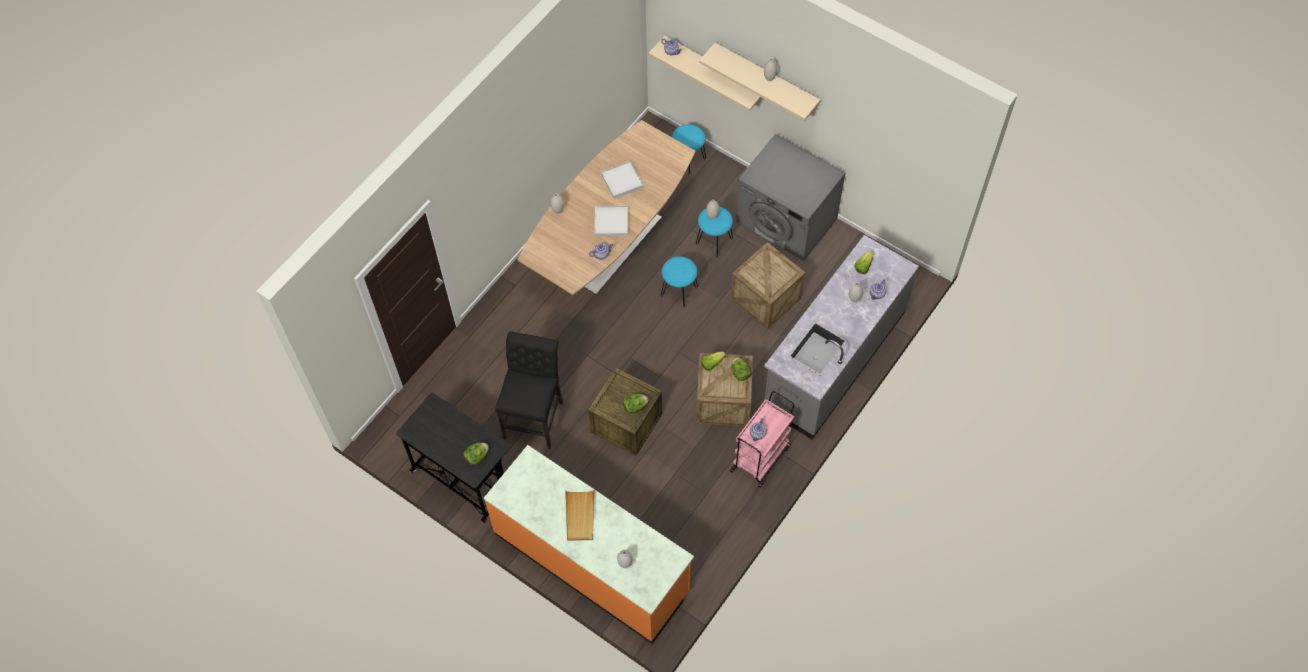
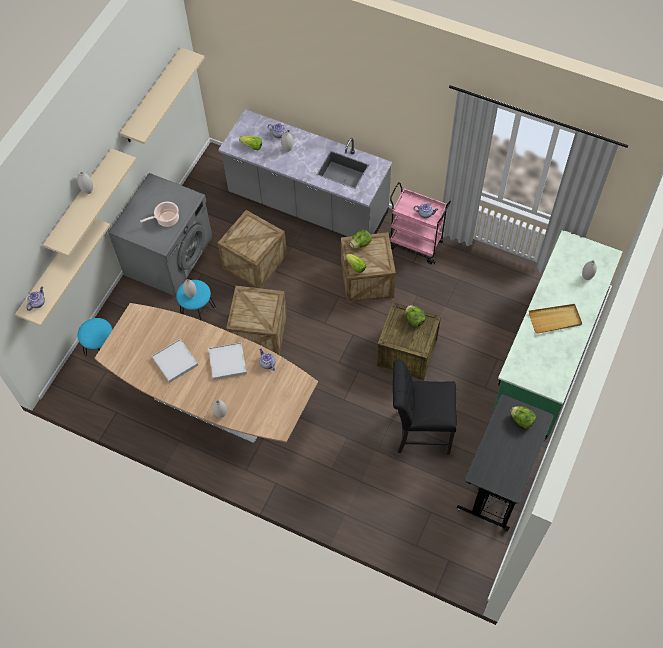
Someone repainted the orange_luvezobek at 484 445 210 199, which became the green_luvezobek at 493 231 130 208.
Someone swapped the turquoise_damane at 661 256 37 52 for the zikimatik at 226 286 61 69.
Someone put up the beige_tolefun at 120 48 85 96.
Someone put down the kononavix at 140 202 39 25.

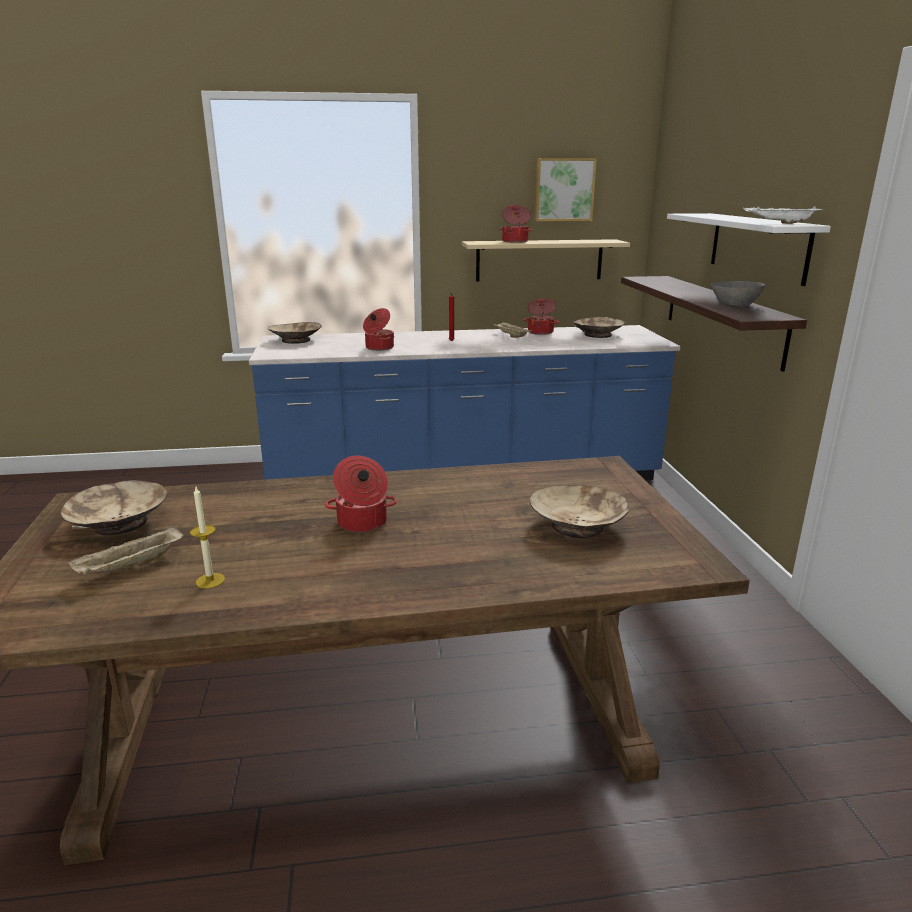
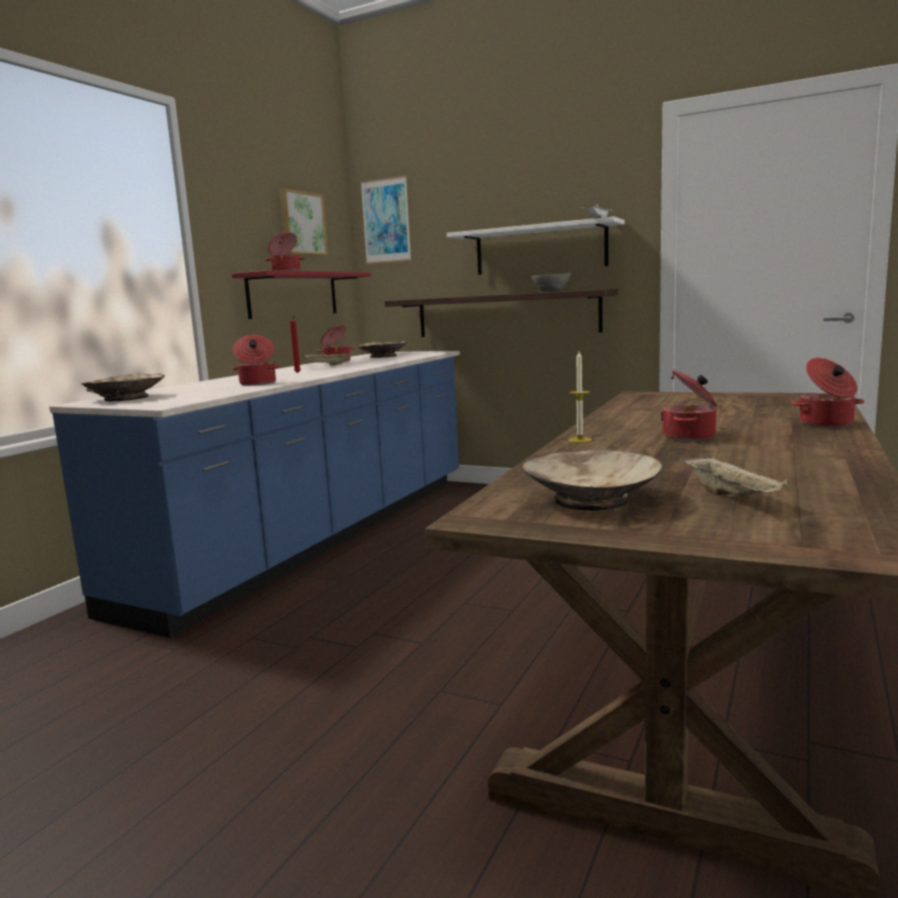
Someone carried the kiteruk from 190 487 35 102 to 568 351 24 92.
Someone repainted the beige_tolefun at 462 239 168 43, which became the red_tolefun at 232 270 139 49.
Someone took away the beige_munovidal at 530 485 99 53.
Someone put up the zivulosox at 360 176 51 88.
Someone put down the kononavix at 791 358 73 70.

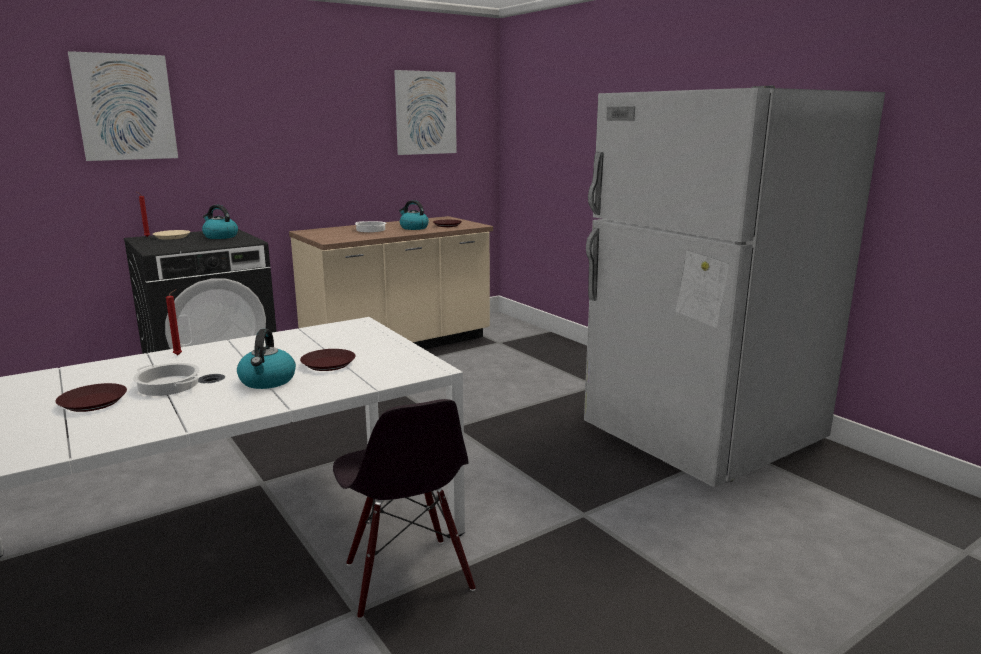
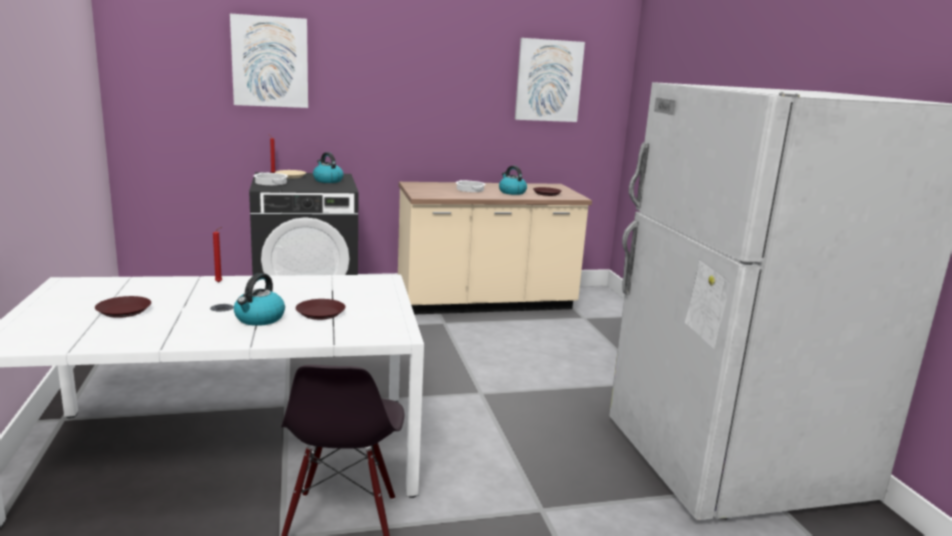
Someone carried the kononavix from 133 363 67 33 to 254 172 34 14.

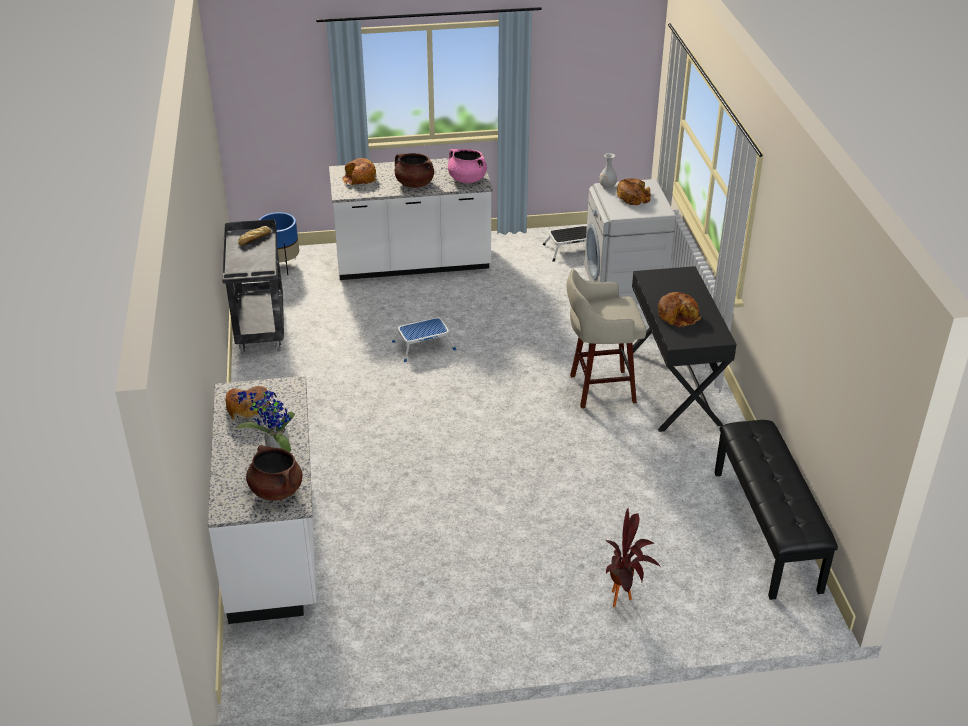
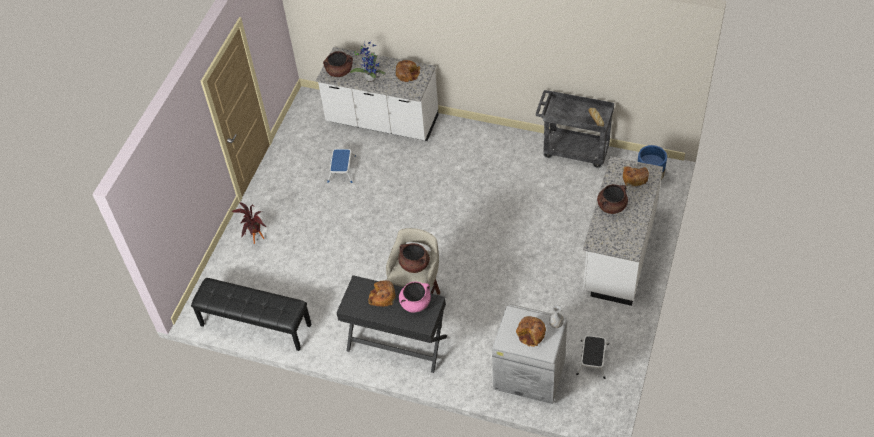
Someone carried the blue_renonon from 392 317 64 45 to 327 149 29 34.
Someone carried the pink_kononavix from 448 149 39 34 to 399 282 32 30.
Someone put down the brown_kononavix at 398 243 32 30.

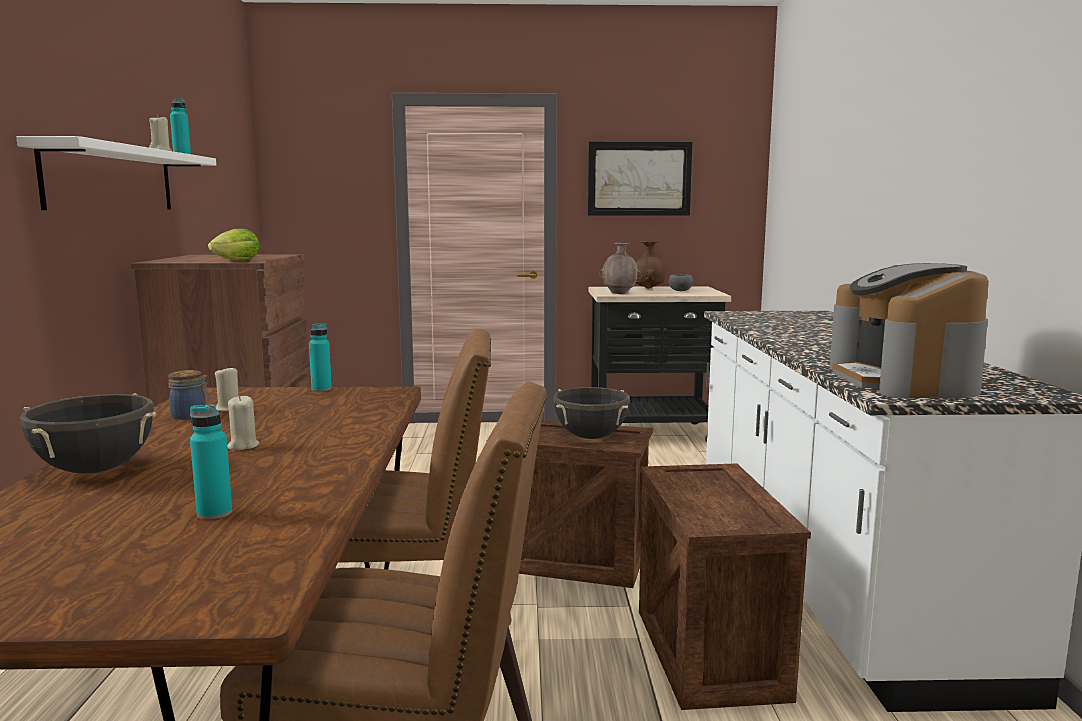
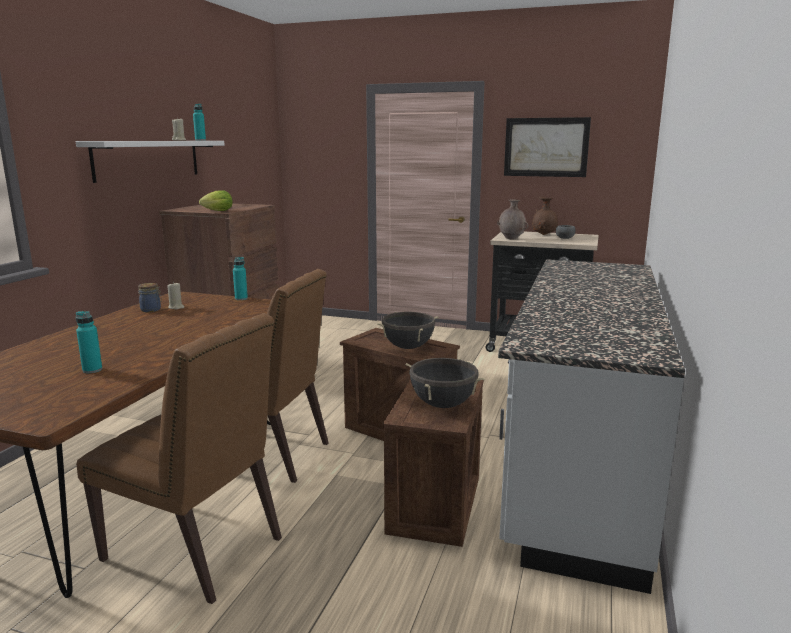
Someone carried the black_kononavix from 20 393 136 81 to 406 358 79 50.
Someone took away the beige_kiteruk at 227 395 32 55.
Someone took away the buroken at 830 263 159 135.

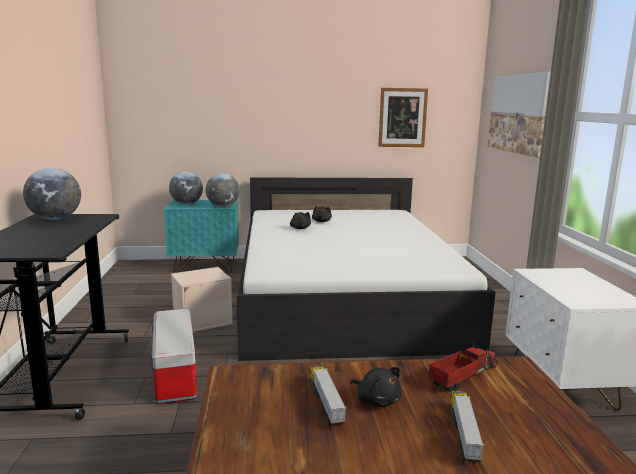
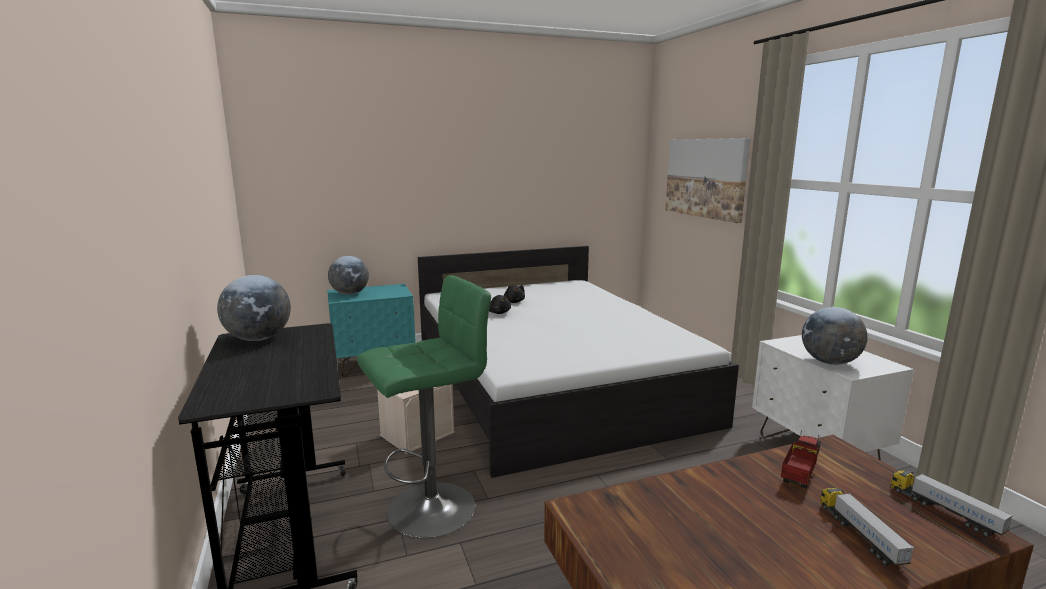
Someone swapped the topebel at 151 309 46 95 for the green_damane at 357 275 134 263.
Someone carried the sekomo from 206 173 34 34 to 802 307 66 58.
Someone carried the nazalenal from 309 365 37 61 to 890 470 123 67.
Someone took away the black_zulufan at 350 367 52 40.
Someone took away the zivulosox at 378 88 50 59.

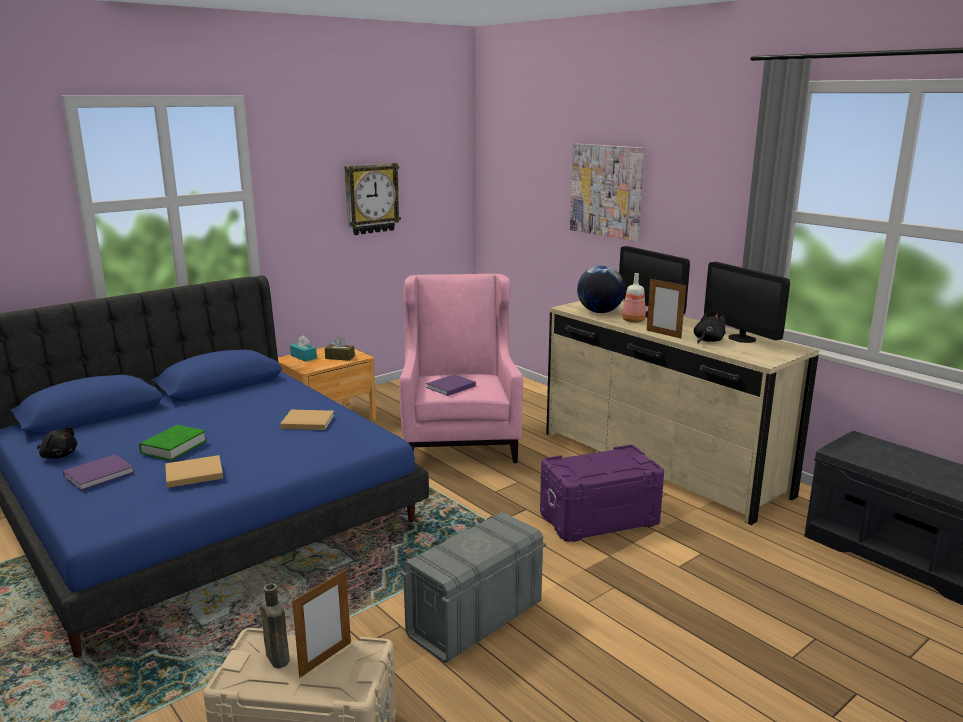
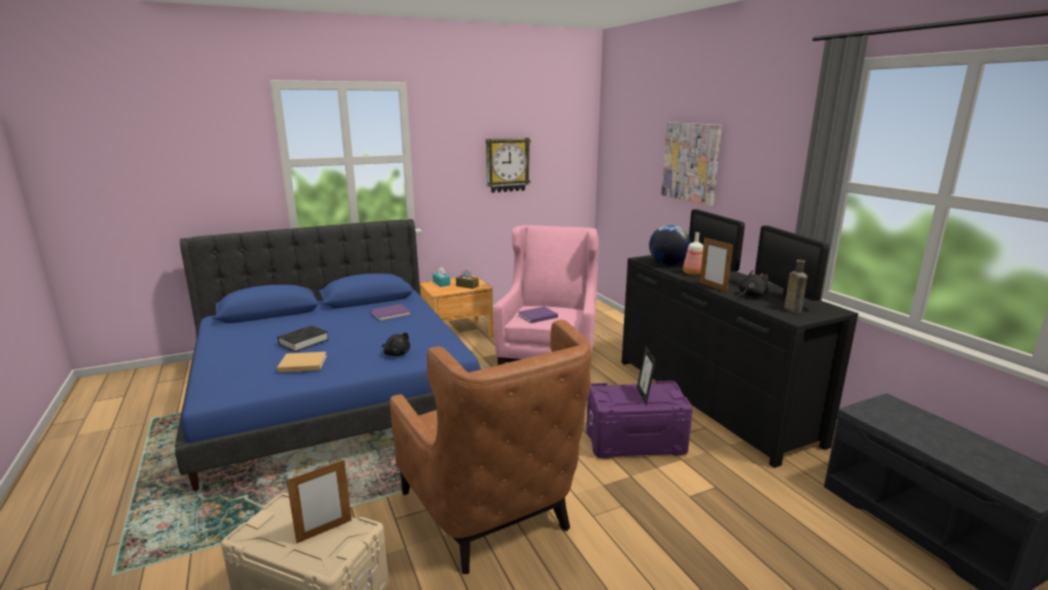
Someone carried the black_zulufan from 37 427 40 32 to 382 333 28 23.
Someone carried the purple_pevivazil from 63 454 71 36 to 371 304 40 17.
Someone repainted the green_pevivazil at 139 425 68 36, which became the black_pevivazil at 277 325 52 27.
Someone carried the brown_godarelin from 260 583 30 85 to 784 260 23 53.
Someone took away the beige_pevivazil at 280 410 54 20.
Someone swapped the grey_topebel at 400 512 146 151 for the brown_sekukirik at 390 320 202 254.
Someone repainted the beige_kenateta at 546 301 273 224, which became the black_kenateta at 622 255 236 213.
Someone put down the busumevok at 637 345 19 60.

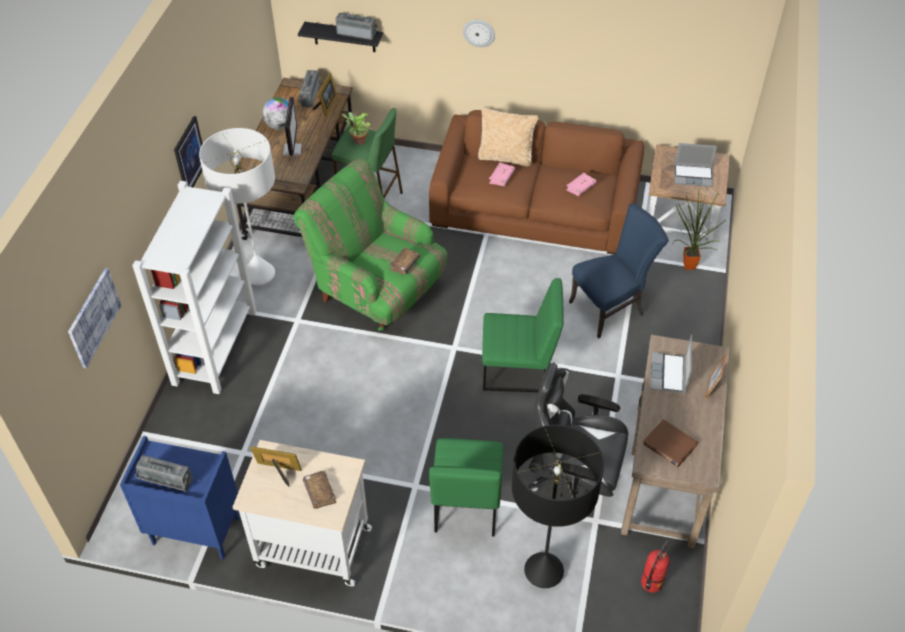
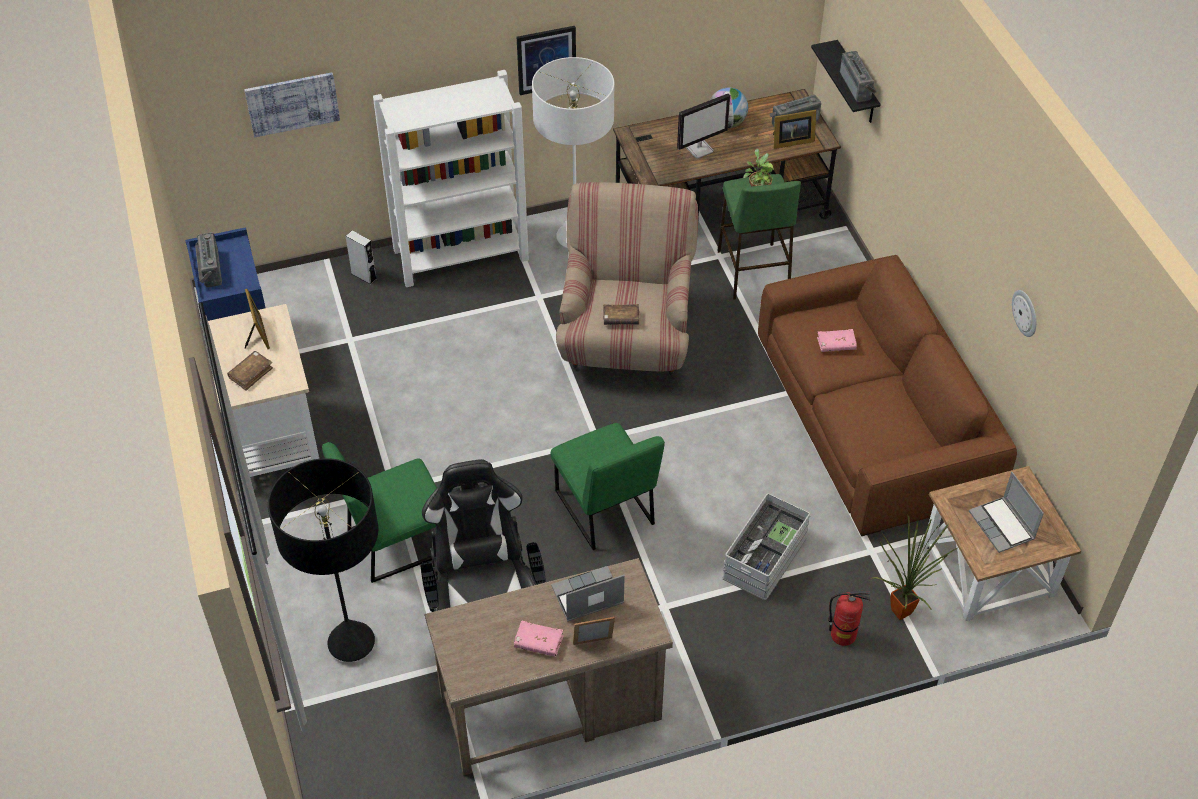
Someone repainted the green_sekukirik at 294 158 154 173, which became the beige_sekukirik at 556 182 142 193.
Someone carried the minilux from 463 20 32 27 to 1012 290 25 47.
Someone took away the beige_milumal at 478 108 61 58.
Someone carried the pink_pevivazil from 566 173 30 23 to 514 621 50 36.
Someone swapped the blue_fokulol at 569 203 100 136 for the grey_topebel at 723 493 87 107.
Someone carried the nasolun from 641 540 29 53 to 829 591 42 55.
Someone took away the brown_pevivazil at 643 419 55 48.
Someone put down the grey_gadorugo at 346 231 31 54.

